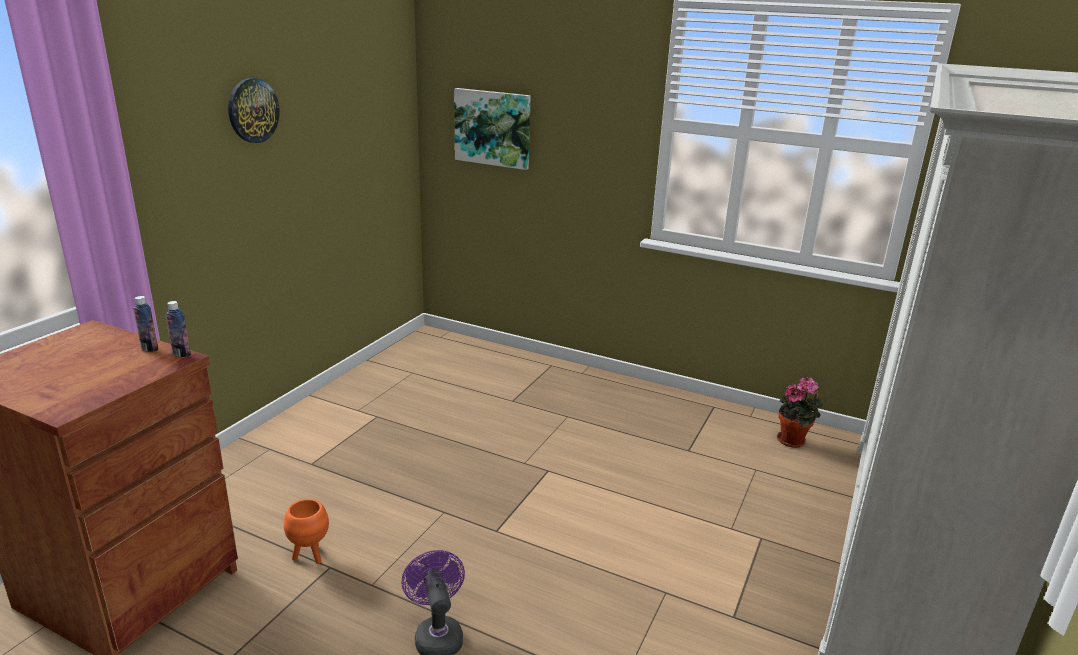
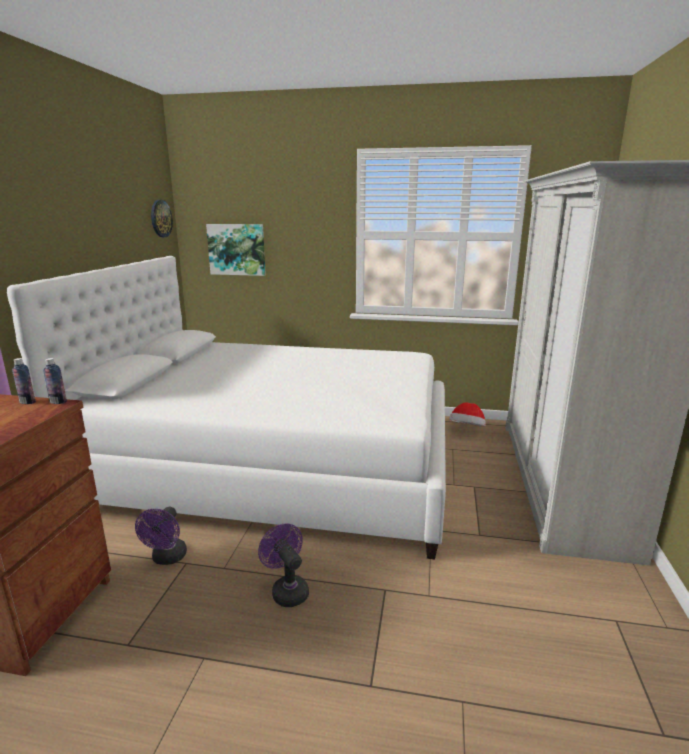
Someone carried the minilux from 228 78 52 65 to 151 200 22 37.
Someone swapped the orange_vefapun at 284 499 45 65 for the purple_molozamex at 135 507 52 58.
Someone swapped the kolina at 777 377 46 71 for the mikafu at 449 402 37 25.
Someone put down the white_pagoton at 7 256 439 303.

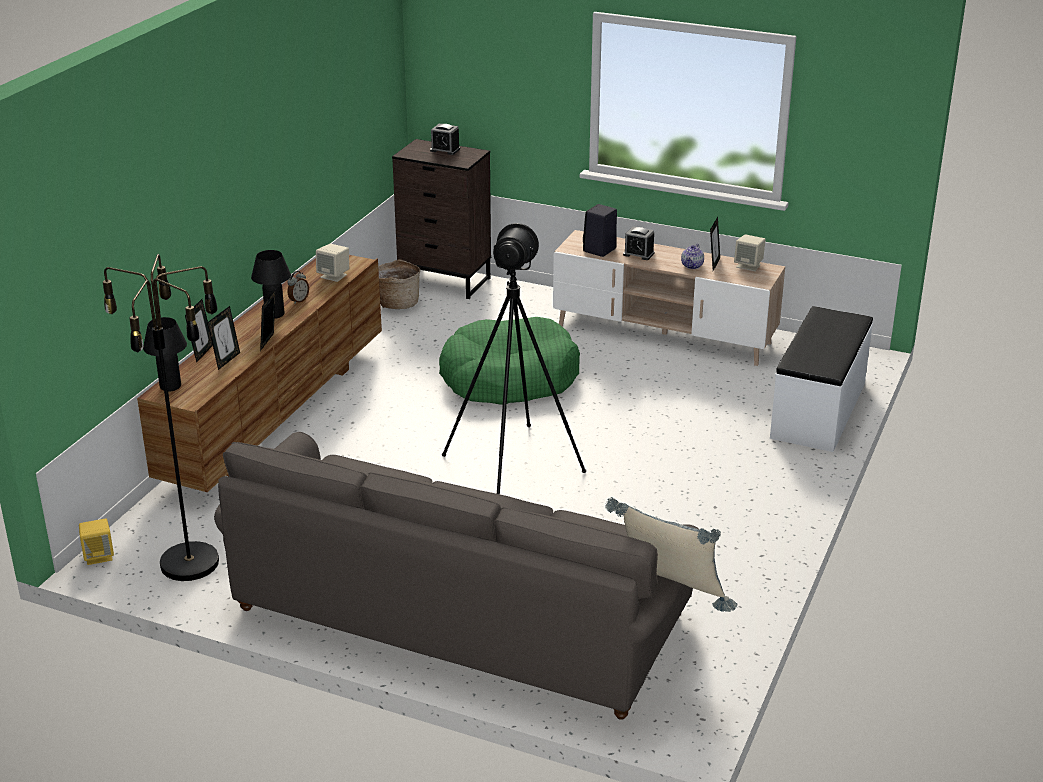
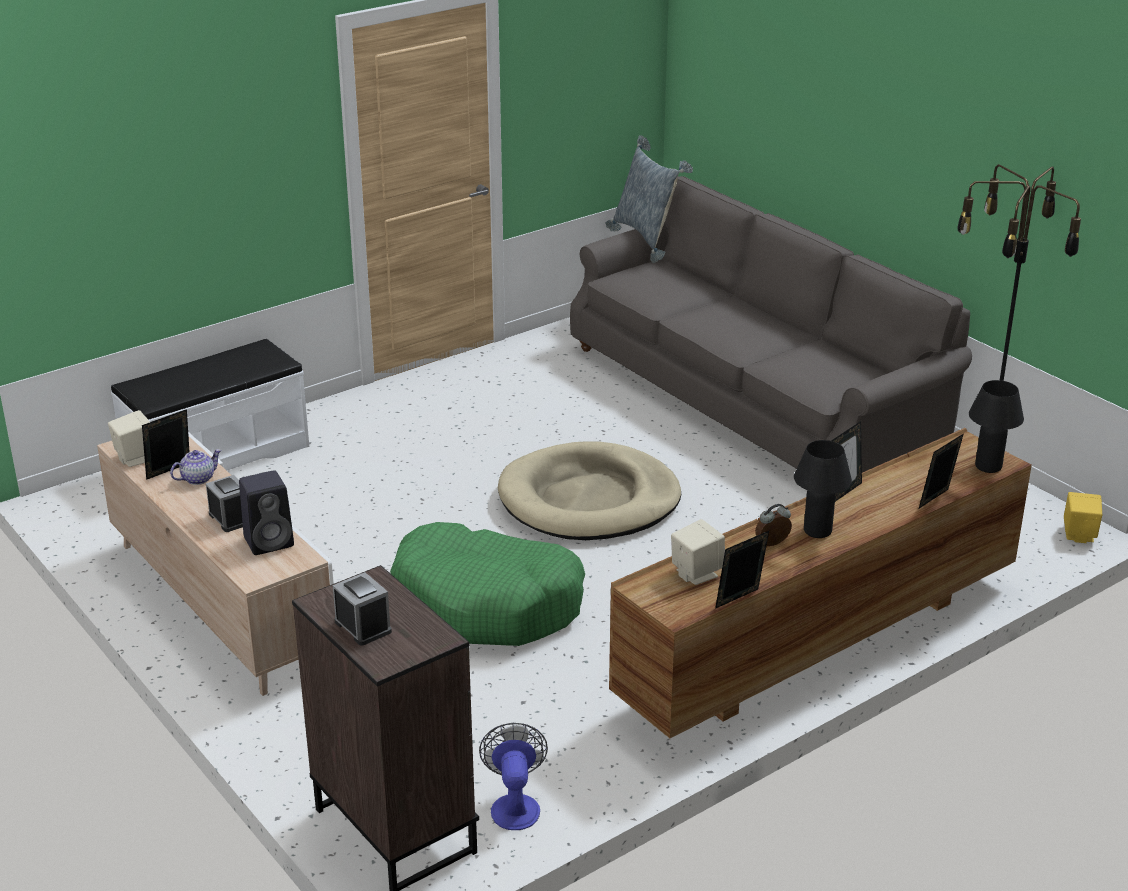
Someone carried the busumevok from 207 306 33 64 to 715 531 54 78.
Someone swapped the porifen at 378 259 42 50 for the molozamex at 479 723 69 107.
Someone swapped the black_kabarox at 442 223 144 271 for the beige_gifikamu at 498 442 183 98.

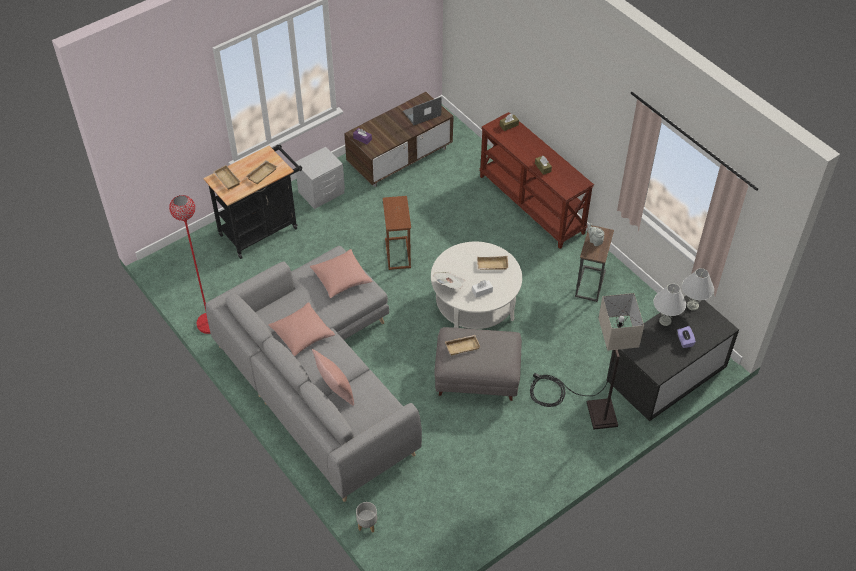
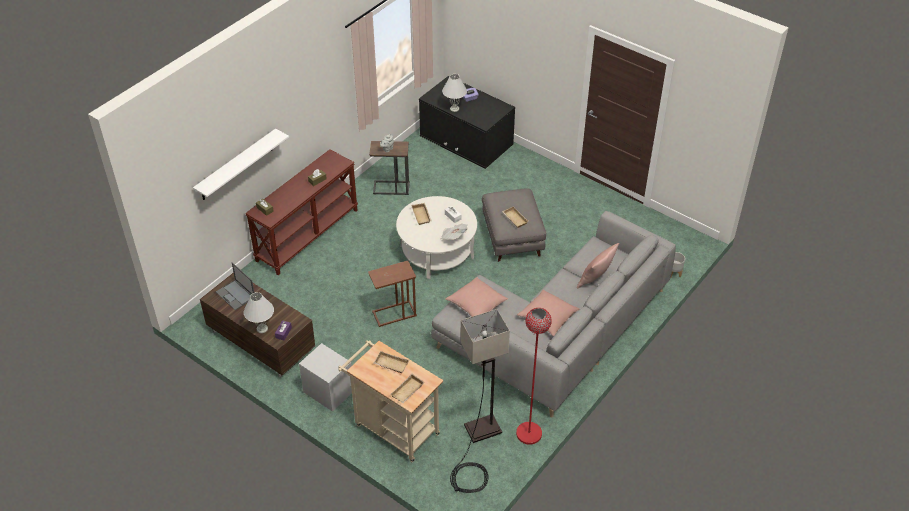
Someone repainted the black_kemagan at 203 145 99 114, which became the beige_kemagan at 338 340 105 123.
Someone carried the kabarox from 530 293 114 137 to 450 309 60 184.
Someone carried the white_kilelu from 682 268 32 43 to 244 292 30 41.
Someone put up the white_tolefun at 193 129 96 71.

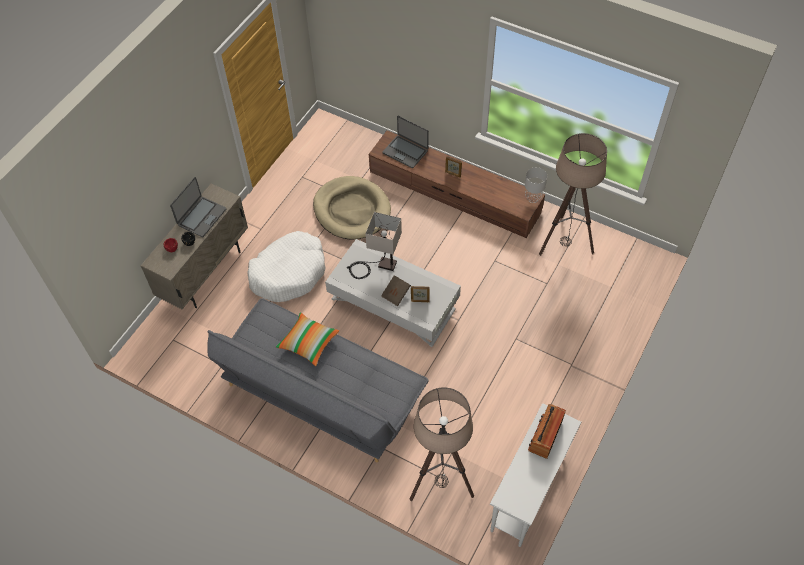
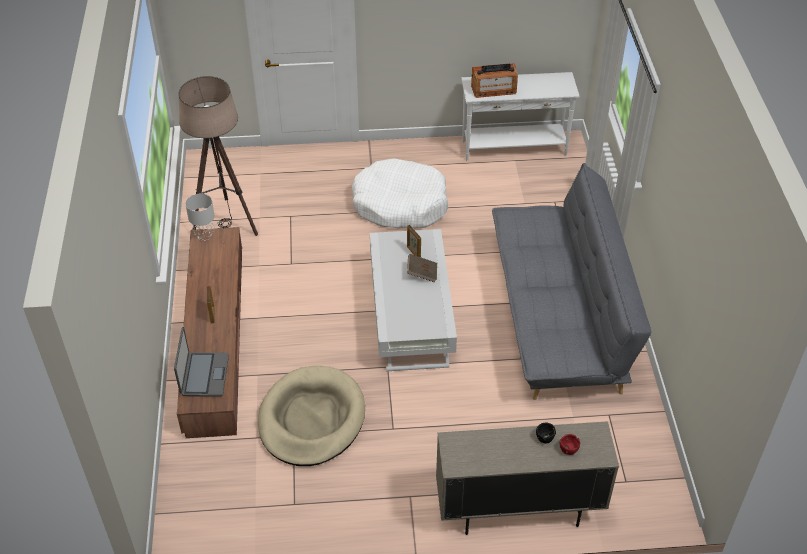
Someone took away the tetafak at 170 177 56 60.
Someone carried the white_gifikamu from 247 231 78 71 to 352 158 96 71.
Someone took away the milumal at 276 313 63 53.
Someone took away the kilelu at 347 212 55 67.
Someone took away the kabarox at 410 387 64 114.

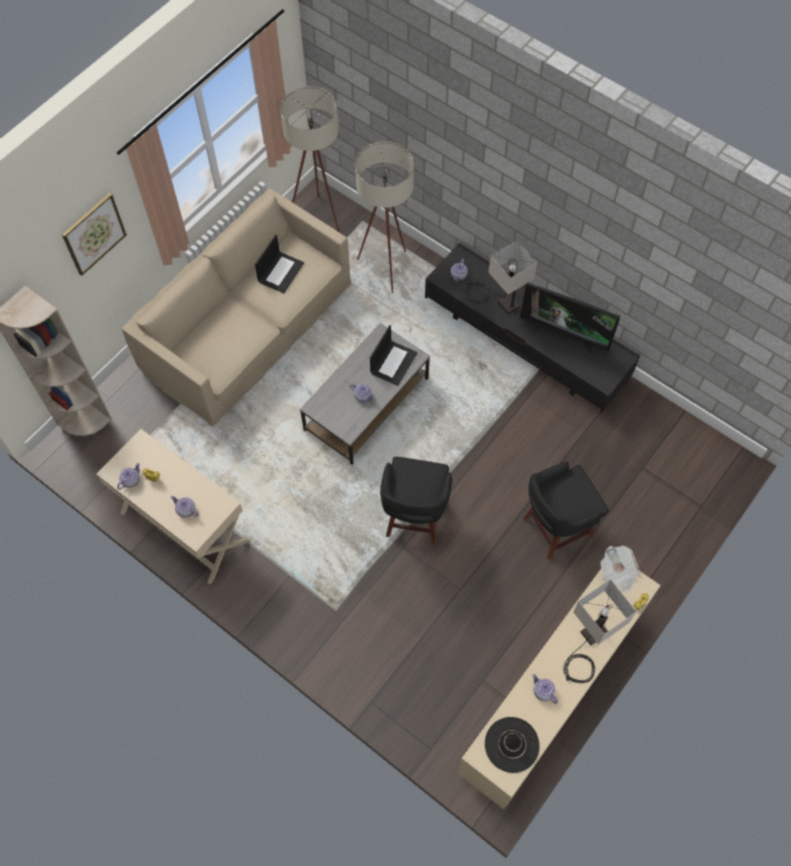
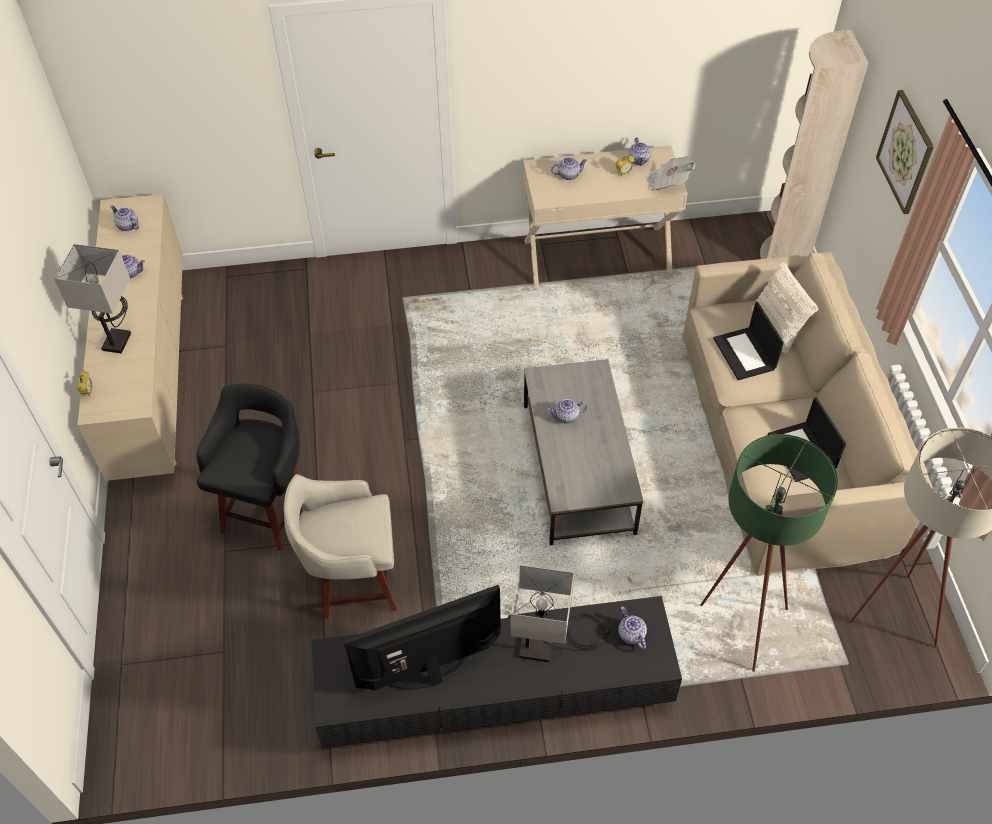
Someone repainted the beige_kabarox at 355 141 59 152, which became the green_kabarox at 700 434 138 238.
Someone carried the tetafak from 370 325 47 61 to 713 301 71 79.
Someone took away the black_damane at 380 457 72 88.
Someone swapped the black_mikafu at 485 717 55 56 for the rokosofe at 110 205 29 26.
Someone carried the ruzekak from 600 545 40 48 to 645 156 51 35.
Someone put down the beige_damane at 284 474 114 145.
Someone put down the beige_milumal at 751 262 68 92.

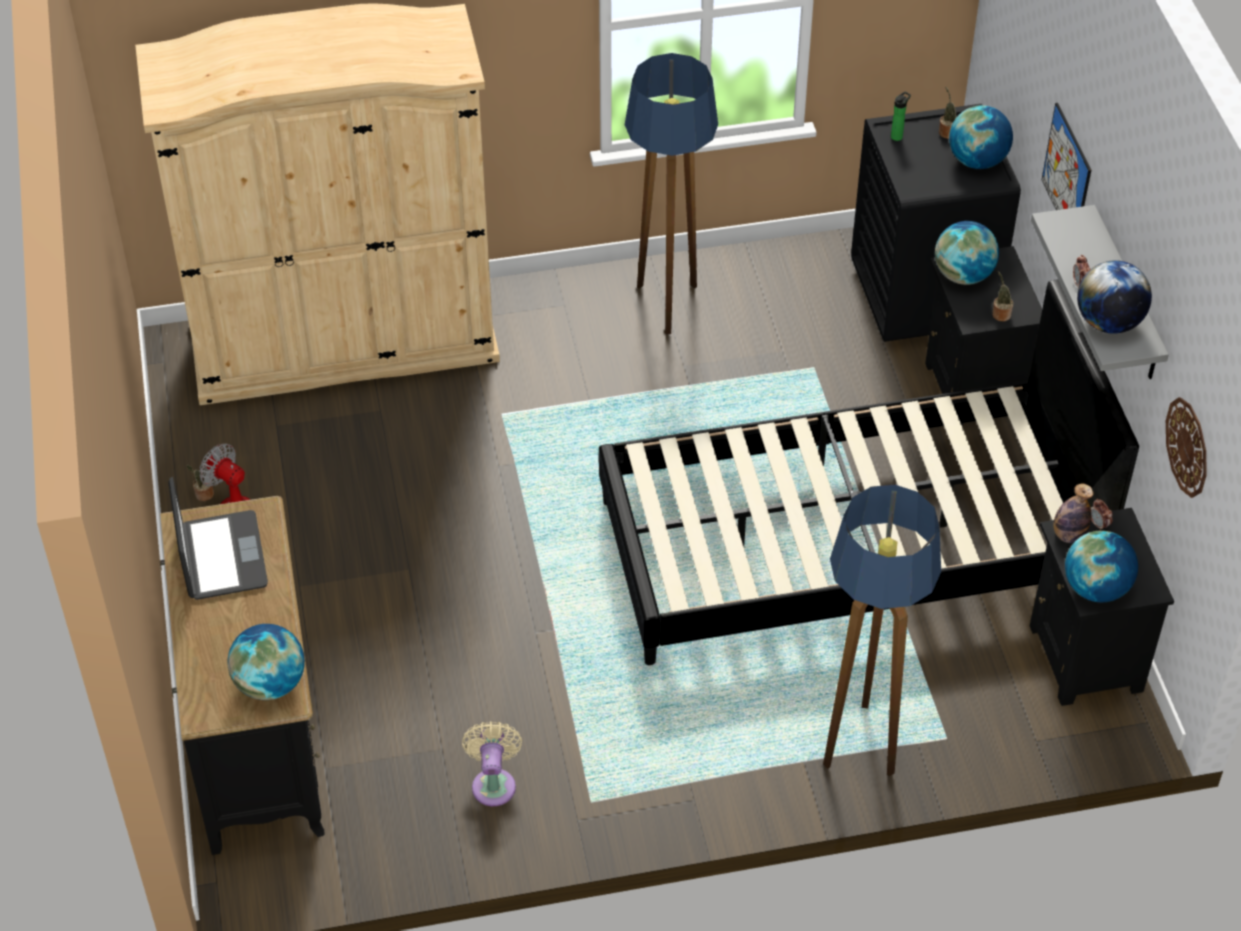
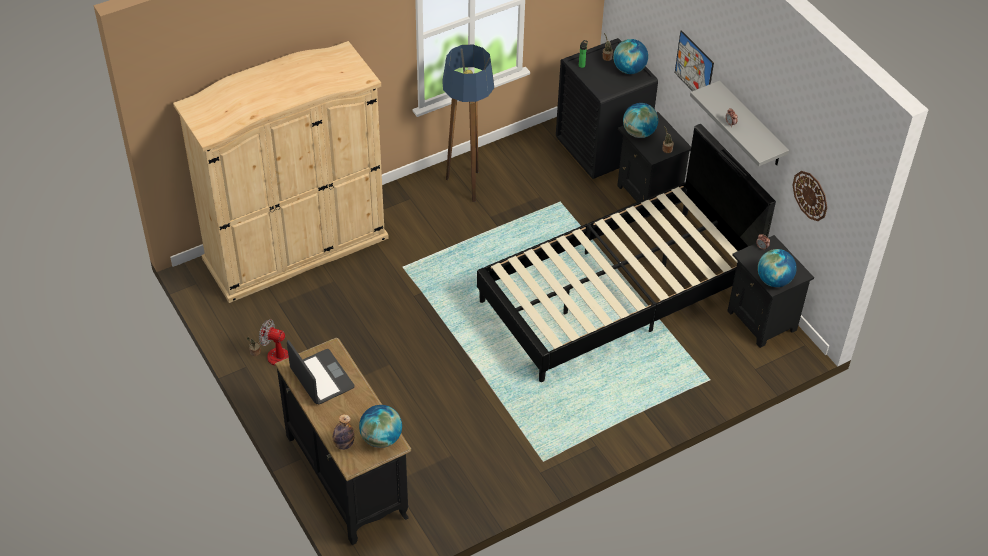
Someone took away the beige_molozamex at 462 721 60 85.
Someone took away the kabarox at 823 485 118 292.
Someone carried the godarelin from 1053 483 41 60 to 333 414 21 36.
Someone took away the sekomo at 1077 260 75 74.

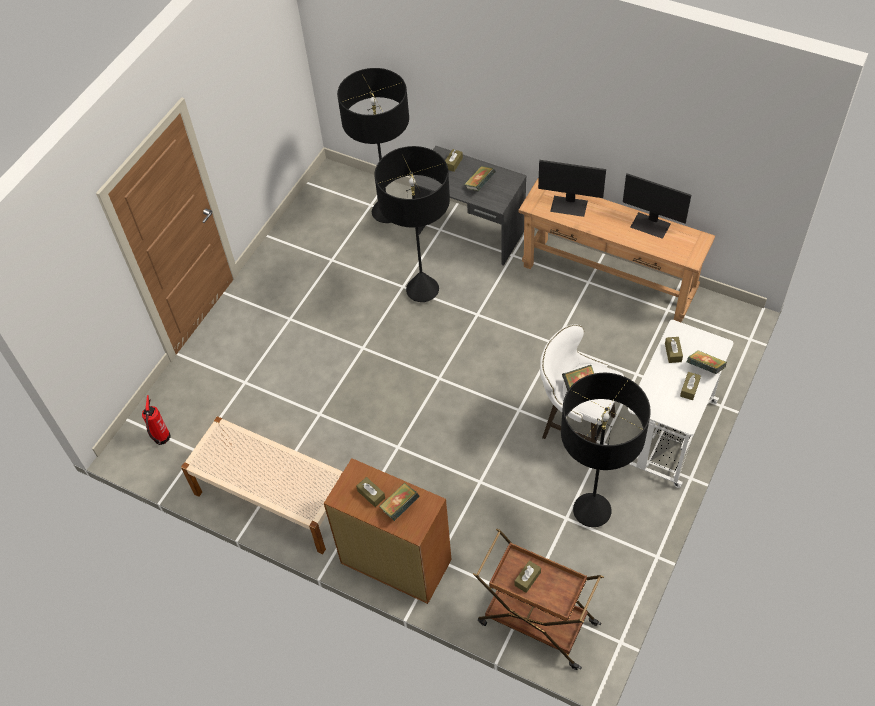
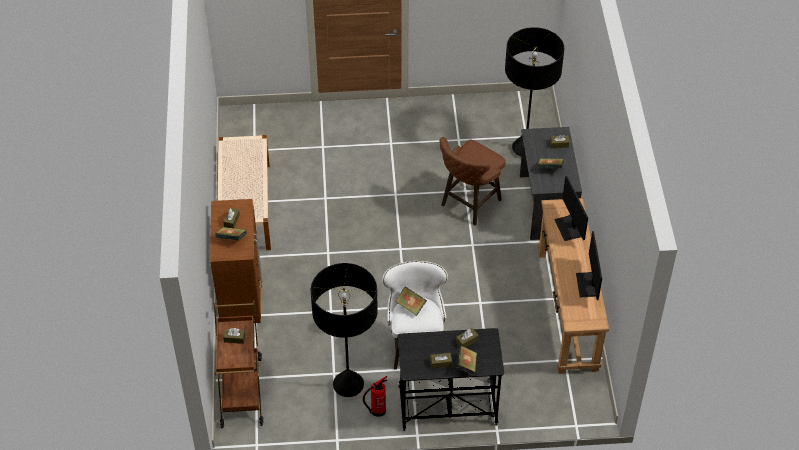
Someone carried the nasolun from 142 395 29 50 to 363 376 24 41.
Someone swapped the black_kabarox at 375 146 75 156 for the brown_damane at 440 137 66 88.
Someone repainted the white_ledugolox at 628 320 106 168, which became the black_ledugolox at 397 328 107 103.

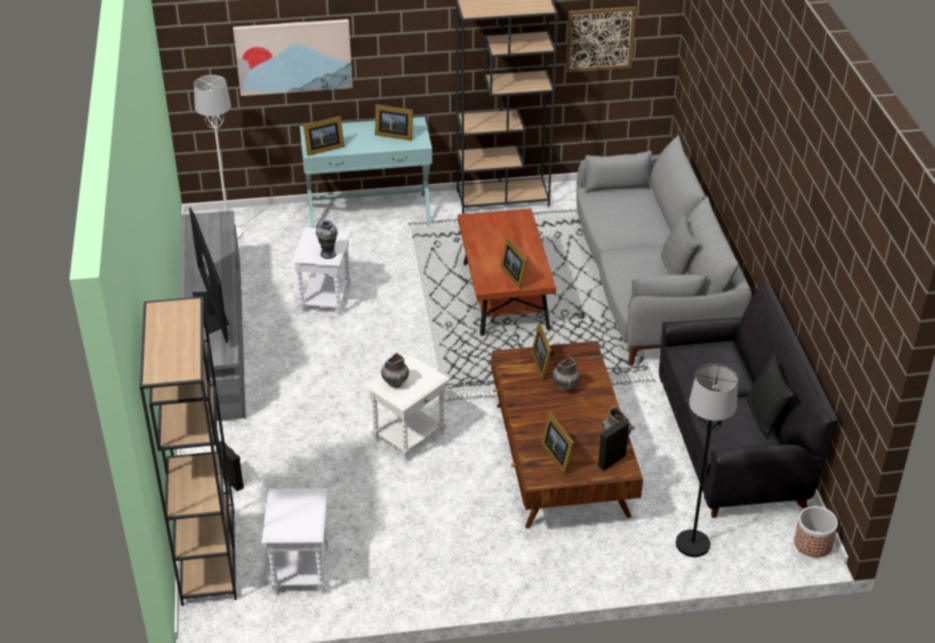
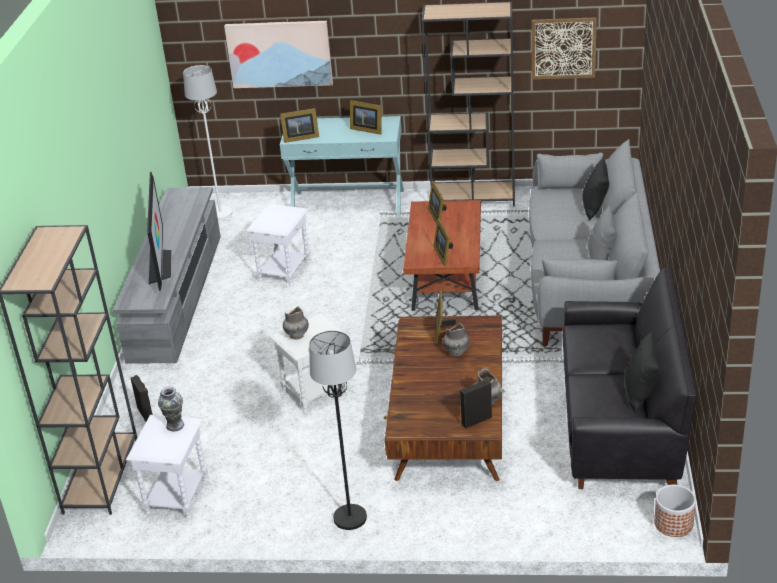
Someone carried the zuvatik from 316 219 22 40 to 158 387 26 44.
Someone carried the busumevok from 541 412 33 62 to 428 181 19 43.
Someone carried the black_kabarox from 676 364 62 193 to 309 331 58 199.
Someone put down the black_milumal at 582 158 27 62.

